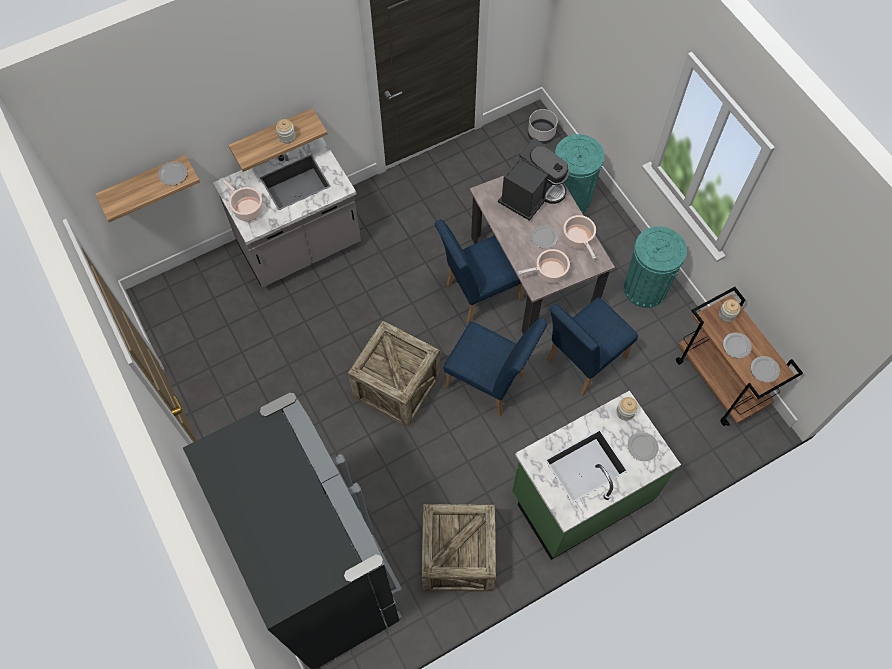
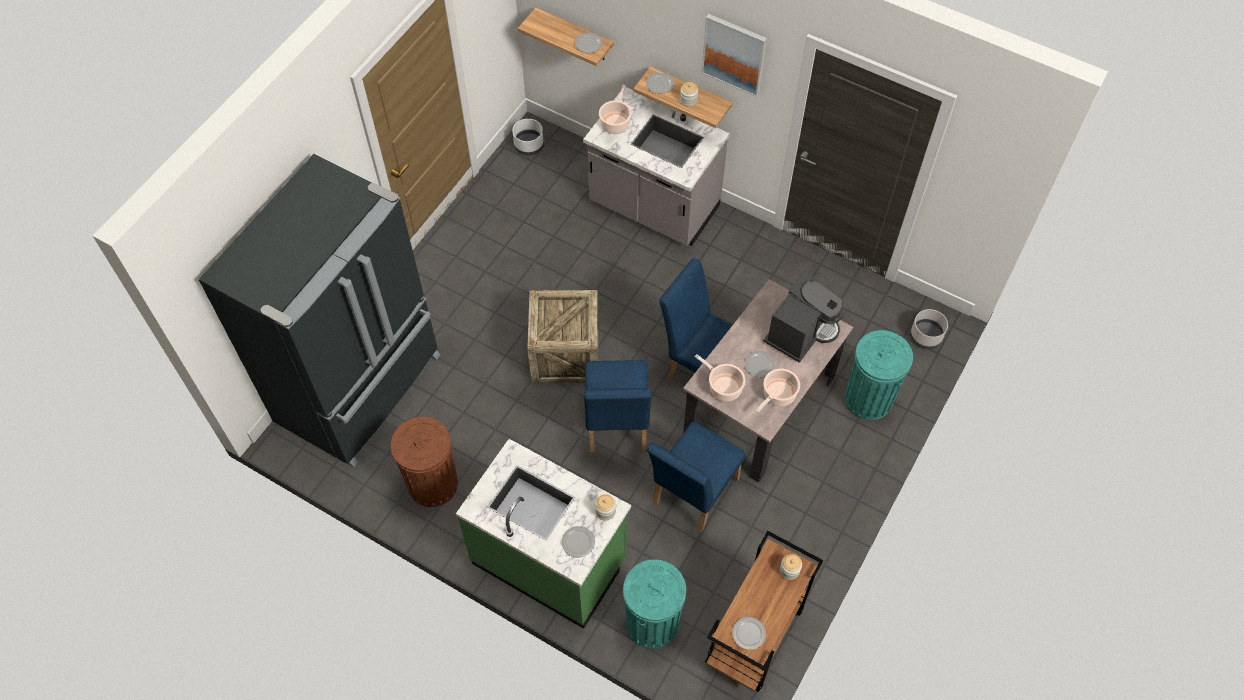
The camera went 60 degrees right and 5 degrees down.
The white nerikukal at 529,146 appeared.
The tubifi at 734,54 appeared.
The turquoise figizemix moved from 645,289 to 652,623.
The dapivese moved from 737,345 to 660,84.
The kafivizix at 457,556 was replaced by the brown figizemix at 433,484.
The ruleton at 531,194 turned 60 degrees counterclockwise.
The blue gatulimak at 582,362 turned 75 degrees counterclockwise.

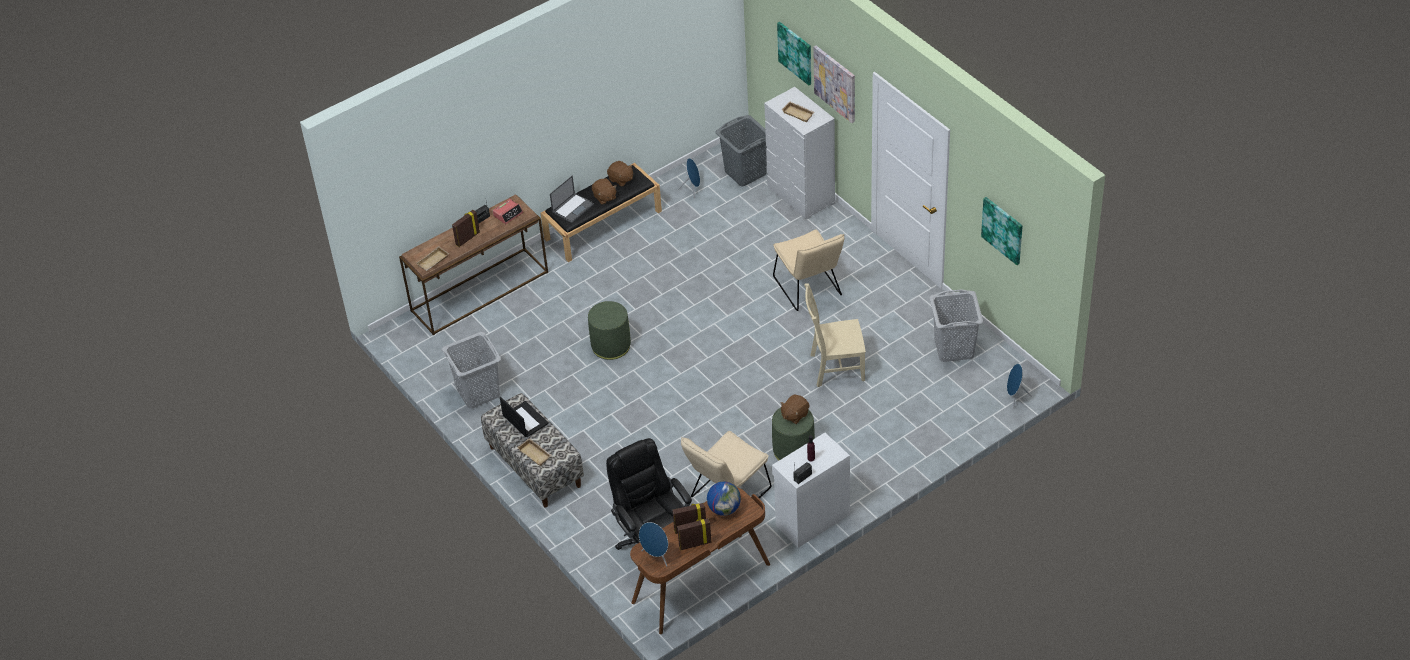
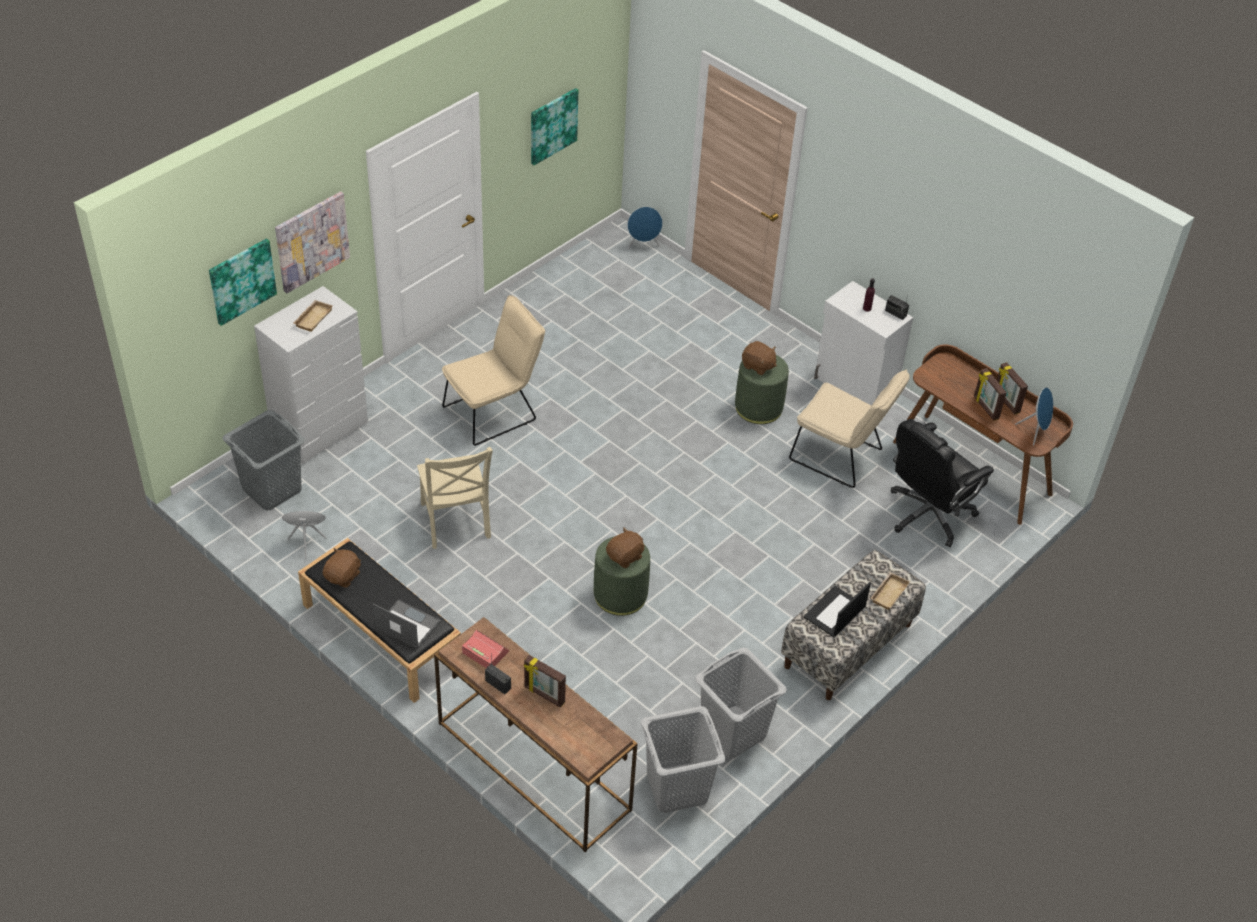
The camera went 105 degrees left and 0 degrees up.
The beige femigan at 433,262 disappeared.
The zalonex at 724,509 disappeared.
The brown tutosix moved from 604,197 to 625,557.
The beige gatulimak moved from 834,367 to 455,523.
The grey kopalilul moved from 954,348 to 676,787.

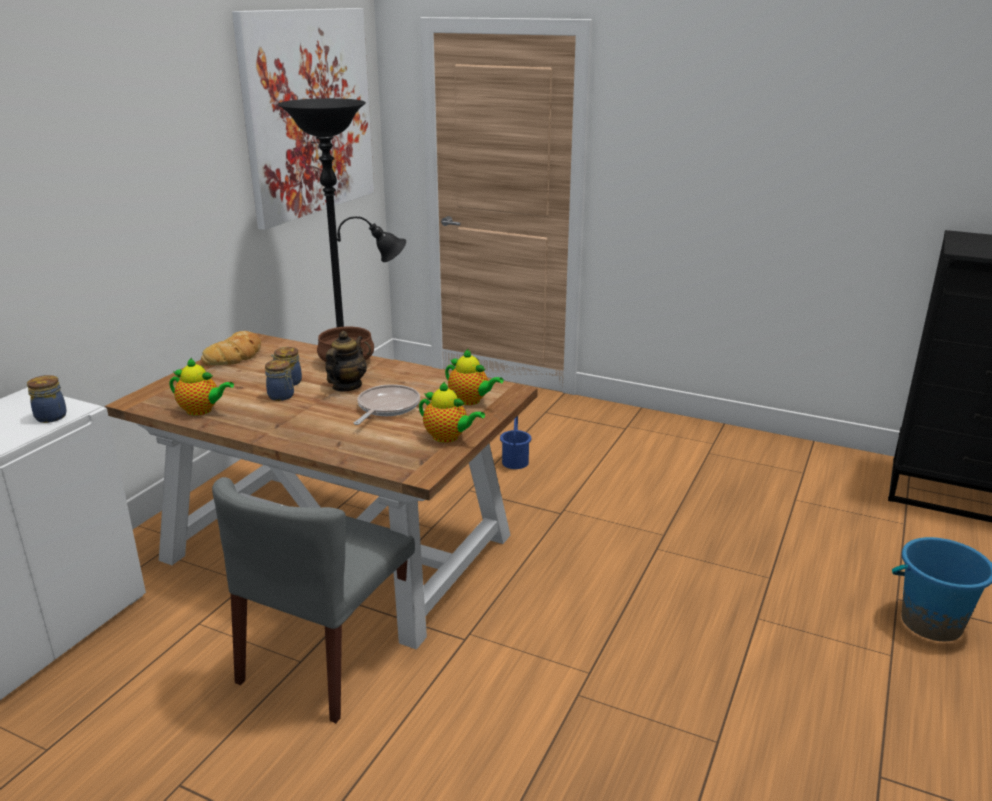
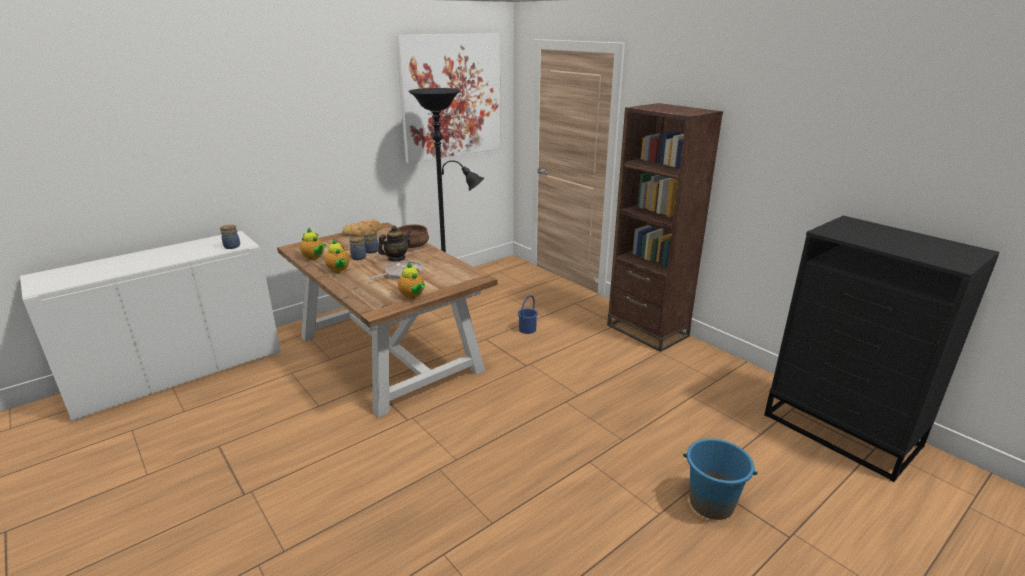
The camera went 25 degrees right and 0 degrees up.
The grey gatulimak at 327,658 disappeared.
The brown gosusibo at 647,331 appeared.
The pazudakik moved from 471,401 to 339,270.

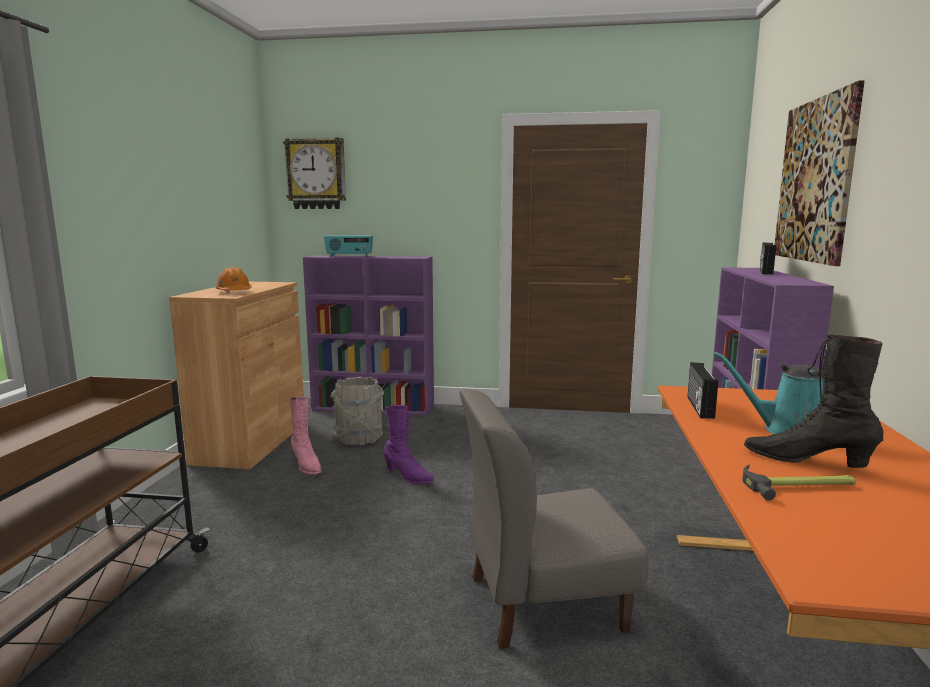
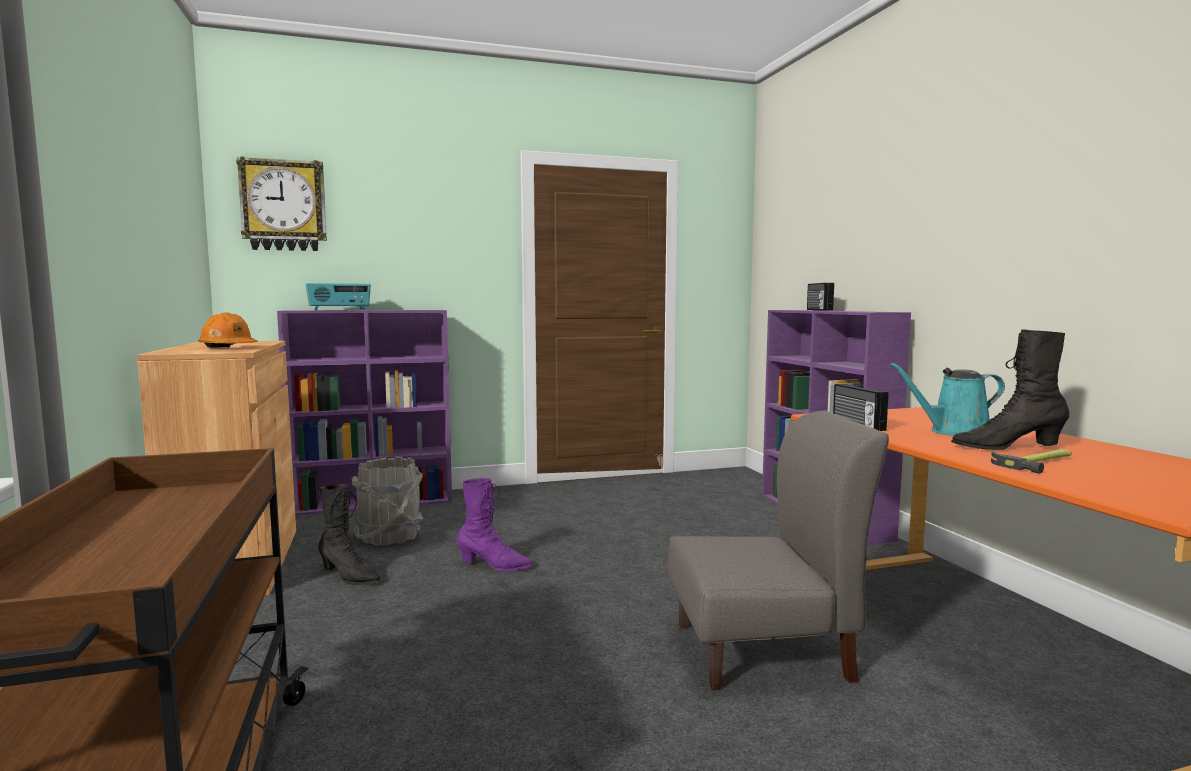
The camera went 25 degrees left and 5 degrees down.
The tubifi at 815,180 disappeared.
The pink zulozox at 306,465 became the black zulozox at 349,577.
The grey gatulimak at 544,602 turned 150 degrees counterclockwise.

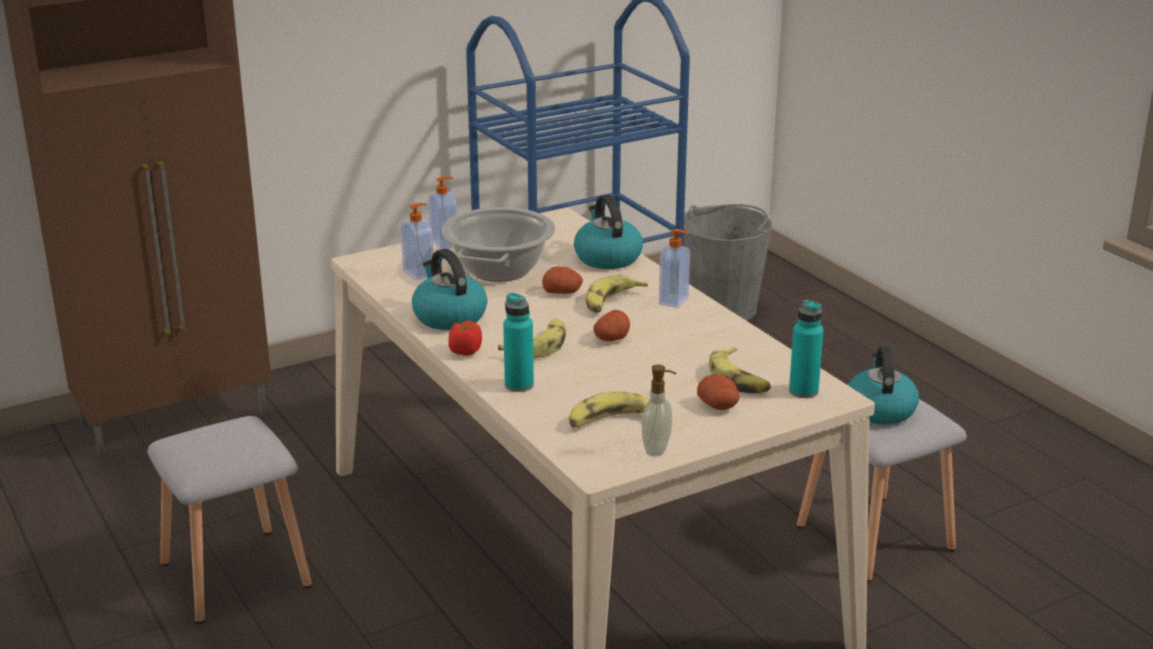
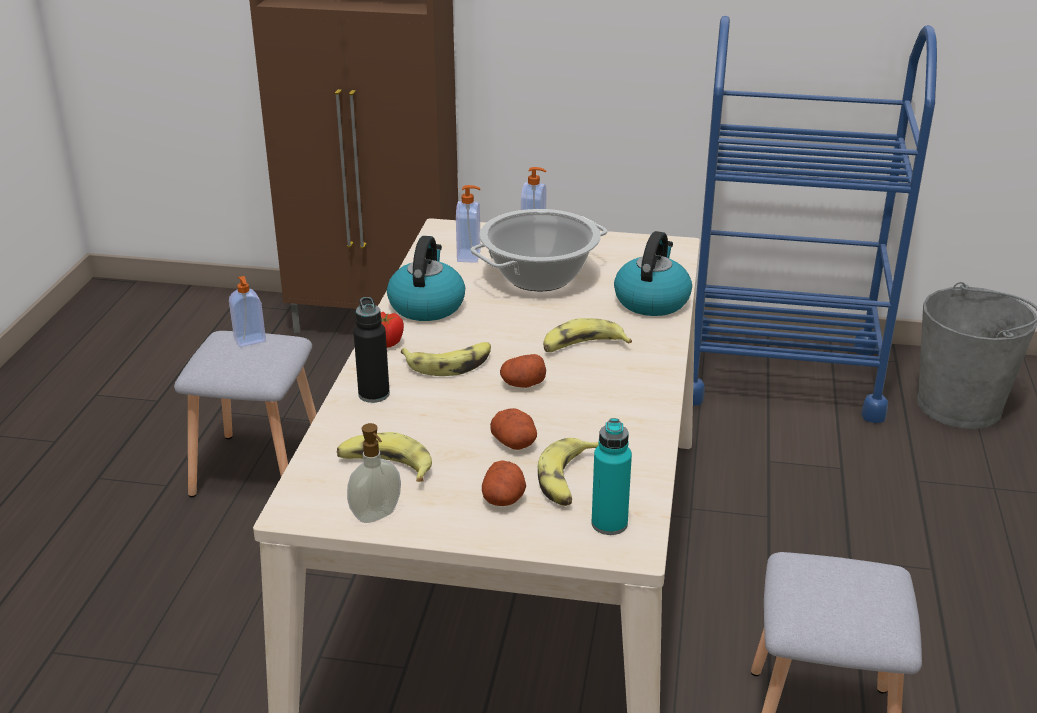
The camera went 40 degrees right and 5 degrees up.
The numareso at 879,410 disappeared.
The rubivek moved from 563,292 to 515,443.
The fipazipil moved from 674,301 to 250,340.
The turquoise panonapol at 519,385 became the black panonapol at 374,394.

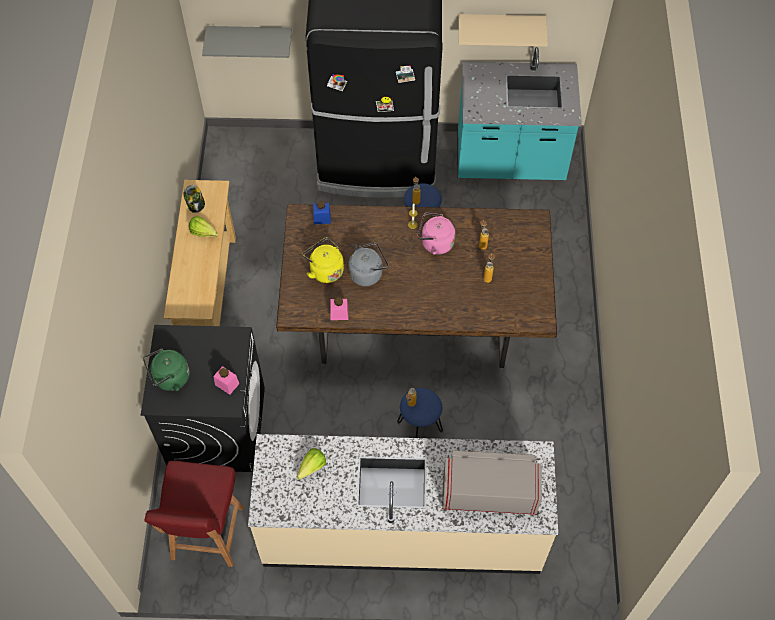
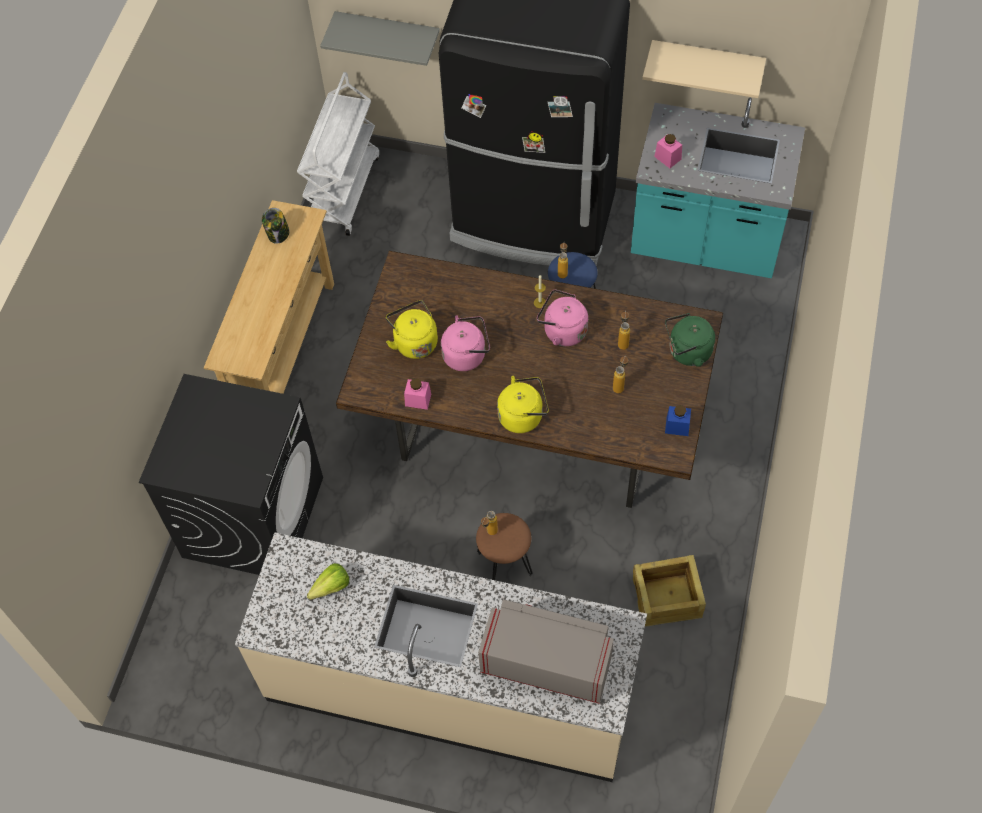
The camera went 15 degrees right and 0 degrees up.
The red gatulimak at 207,535 disappeared.
The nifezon at 205,234 disappeared.
The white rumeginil at 343,190 appeared.
The yellow numareso at 523,416 appeared.
The kafivizix at 667,599 appeared.
The green numareso moved from 169,378 to 687,352.
The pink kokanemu moved from 227,384 to 667,158.
The blue kokanemu moved from 322,218 to 677,426.
The grey numareso at 367,273 became the pink numareso at 467,355.
The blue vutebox at 419,427 became the brown vutebox at 504,564.

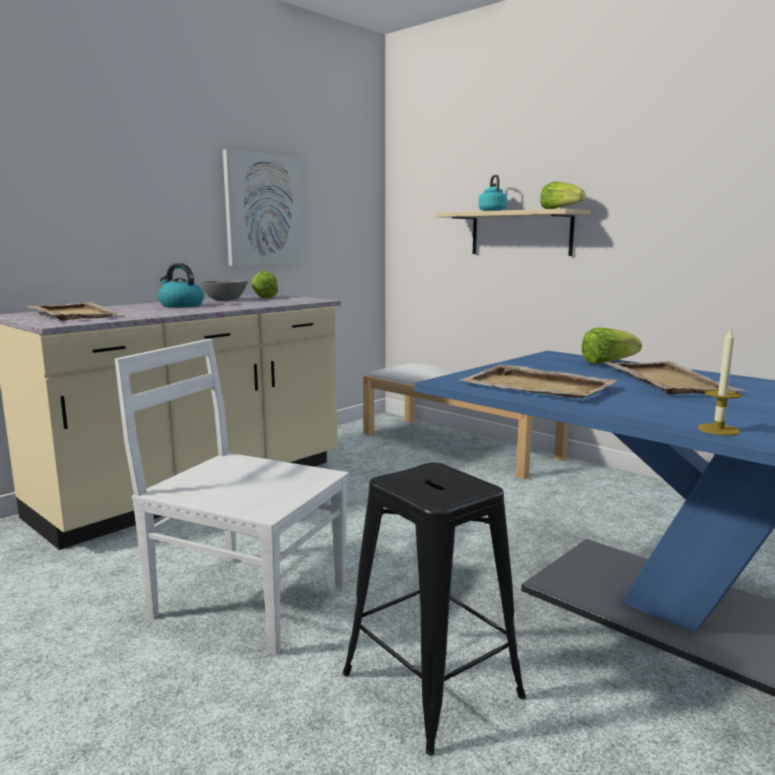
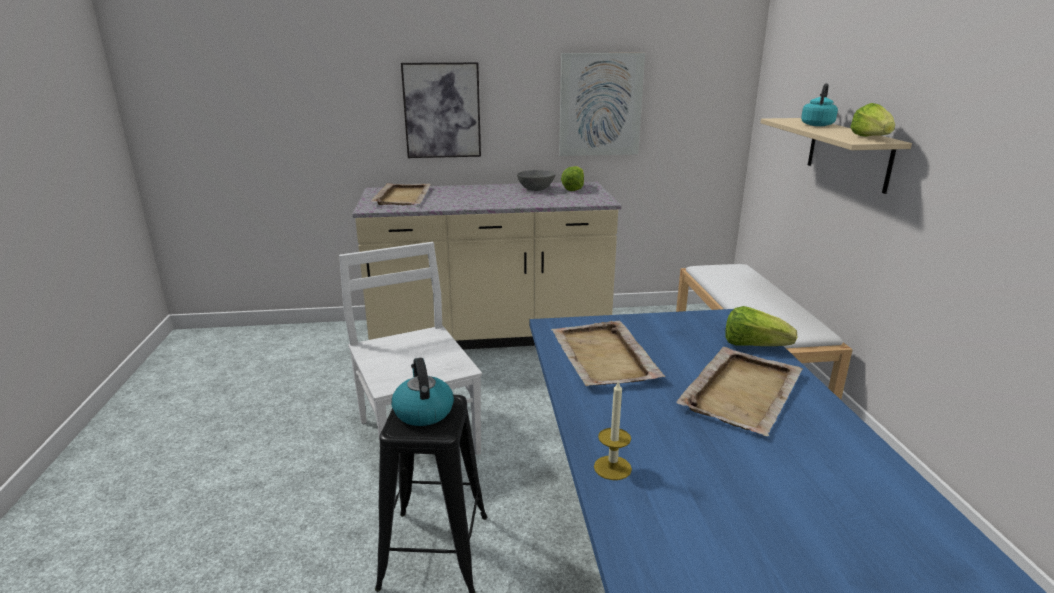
The camera went 40 degrees right and 10 degrees up.
The tubifi at 442,110 appeared.
The numareso moved from 180,305 to 423,411.

